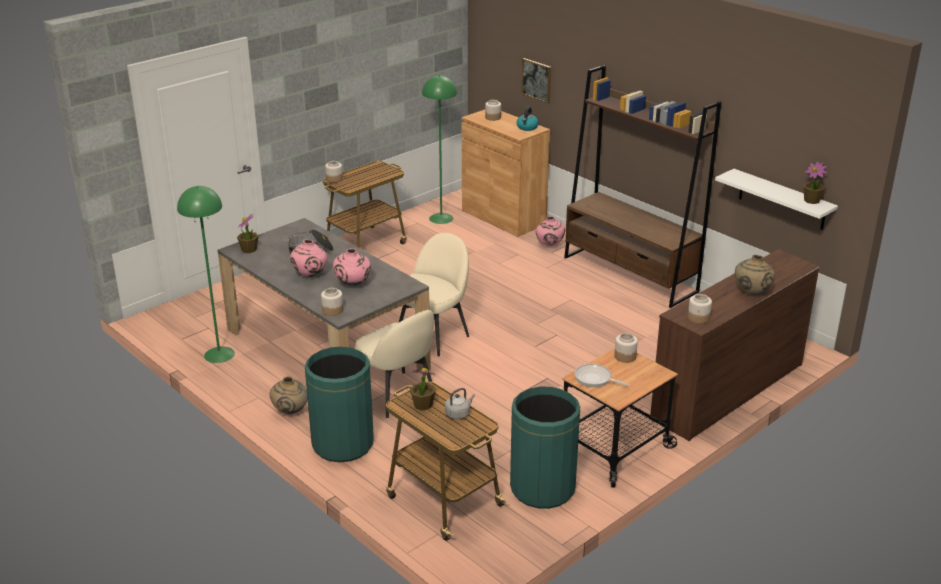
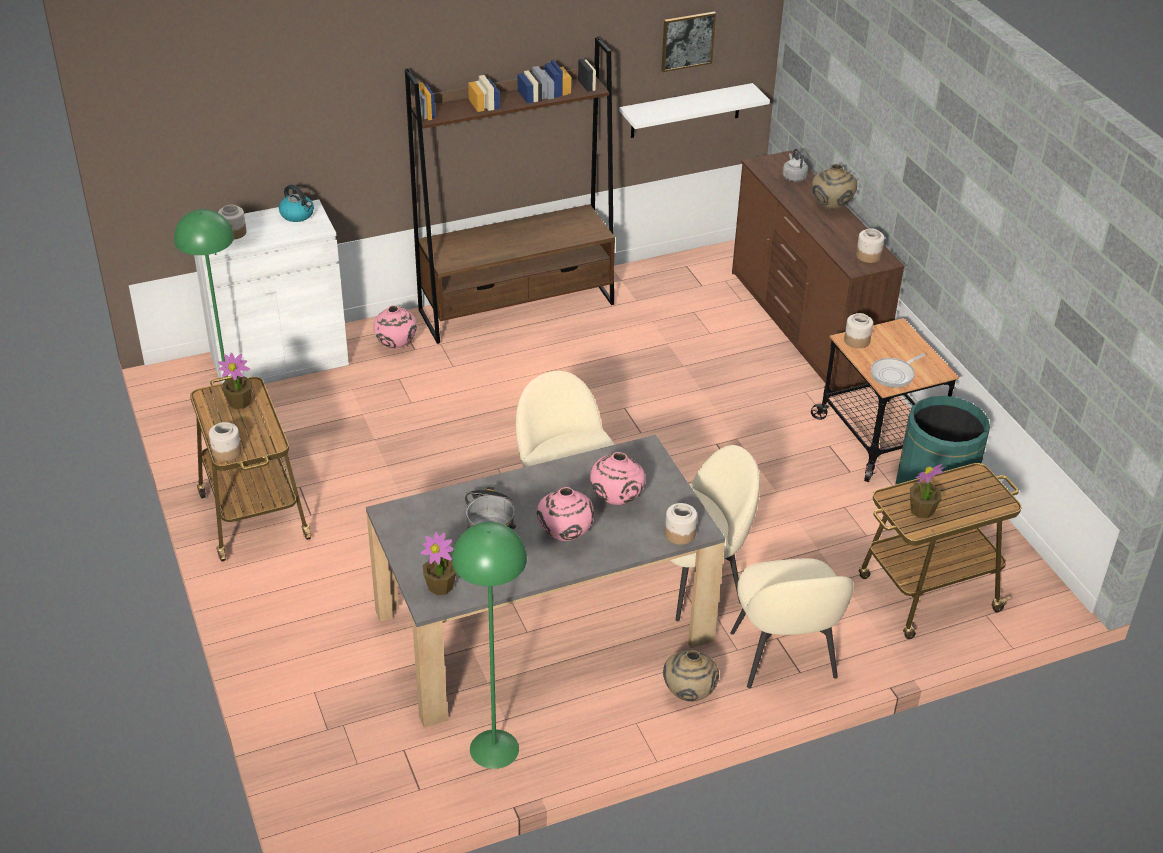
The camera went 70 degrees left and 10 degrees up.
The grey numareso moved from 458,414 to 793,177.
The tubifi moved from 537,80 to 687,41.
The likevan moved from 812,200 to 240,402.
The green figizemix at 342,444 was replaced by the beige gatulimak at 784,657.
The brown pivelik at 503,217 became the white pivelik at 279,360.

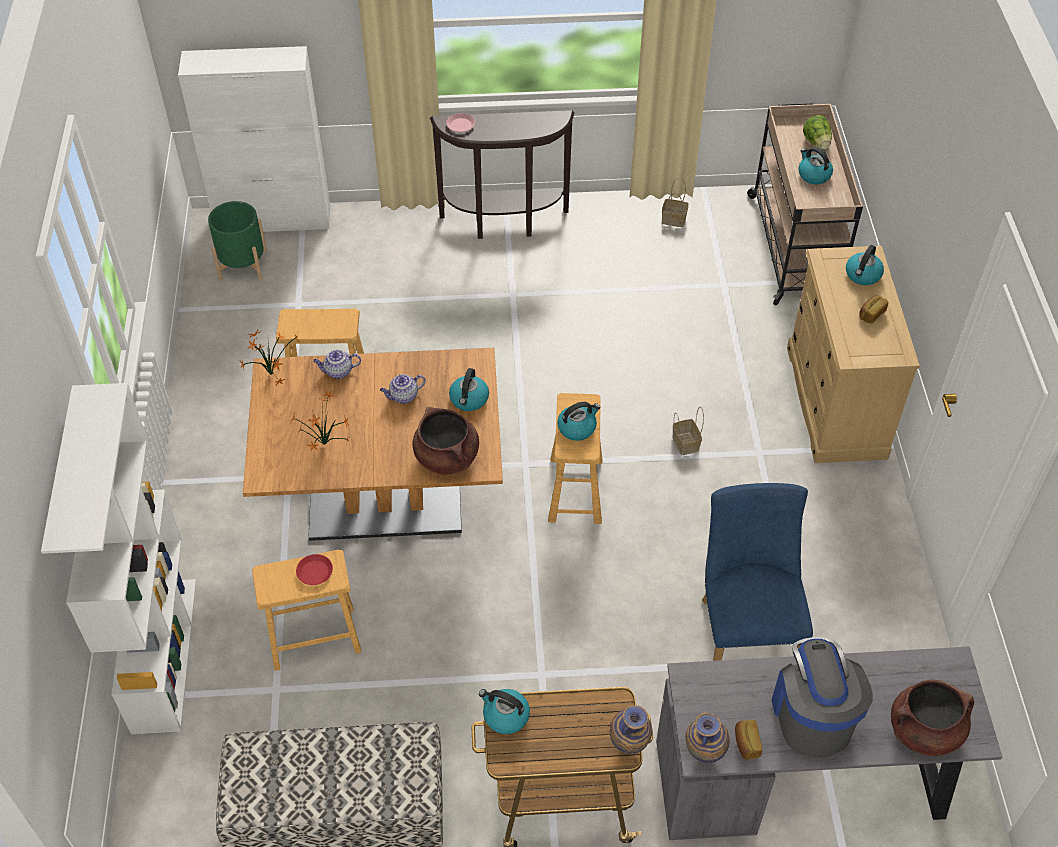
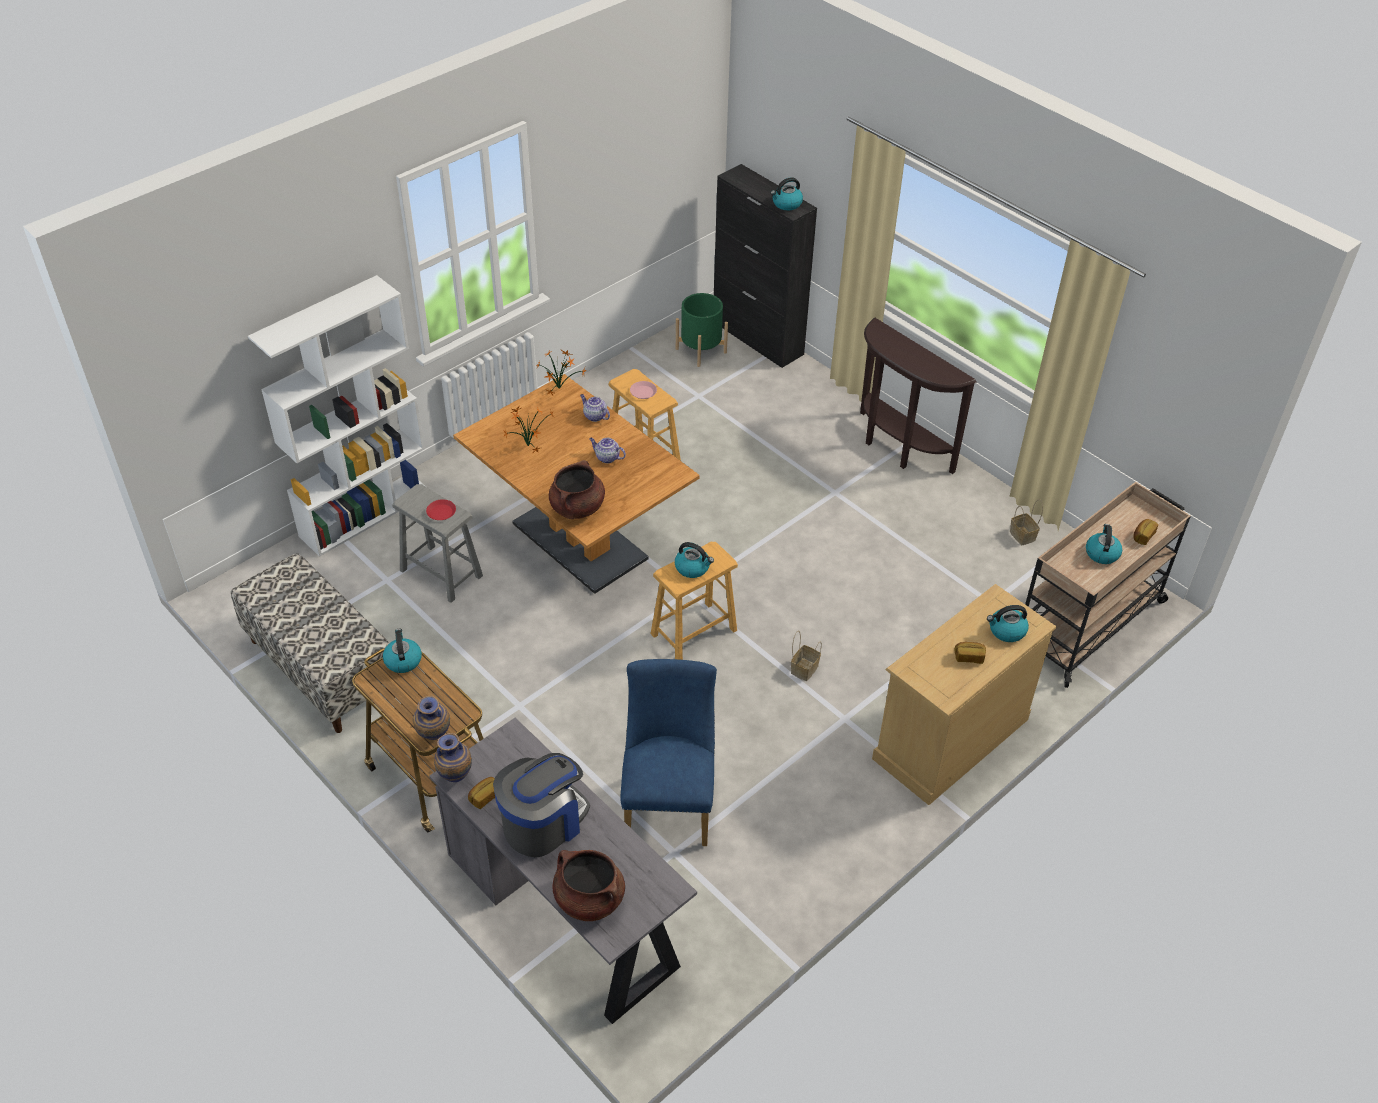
The camera went 50 degrees right and 5 degrees down.
The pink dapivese moved from 460,125 to 643,392.
The numareso moved from 469,399 to 786,204.
The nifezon at 817,143 was replaced by the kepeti at 1142,536.
The white pivelik at 274,219 became the black pivelik at 758,338.
The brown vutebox at 314,637 became the grey vutebox at 441,573.
The blue gatulimak at 745,628 turned 45 degrees counterclockwise.

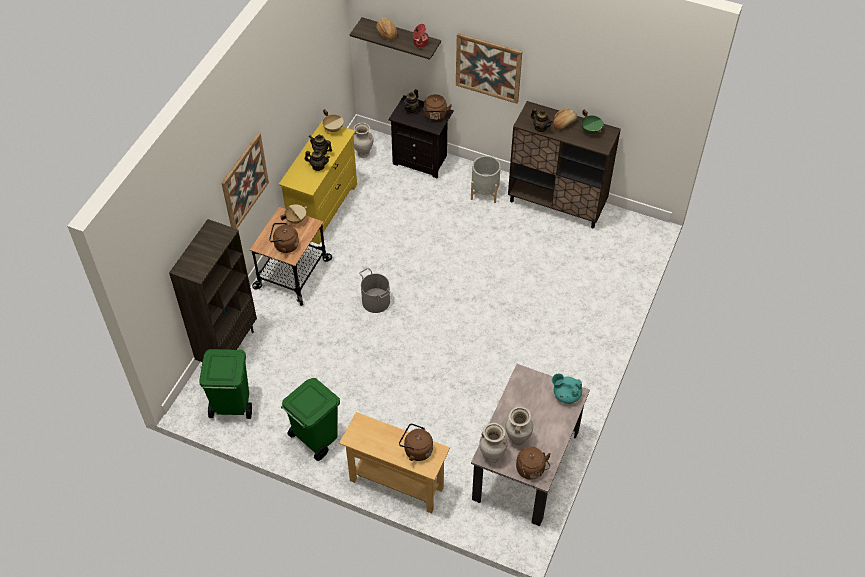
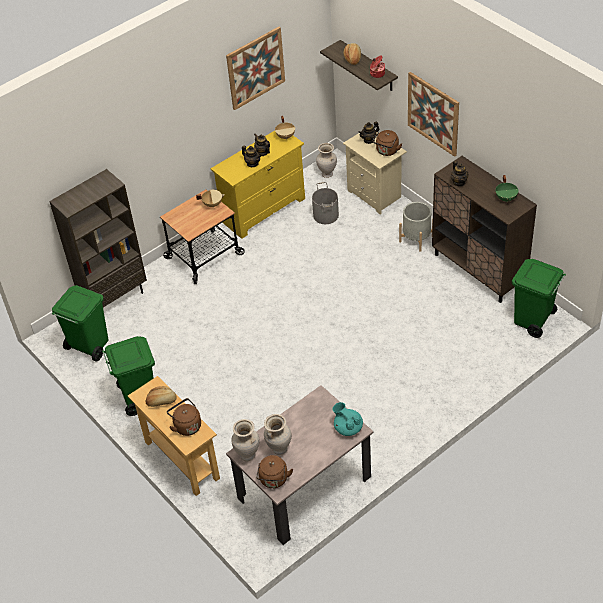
The camera went 30 degrees right and 5 degrees down.
The brown numareso at 284,245 disappeared.
The green figizemix at 533,321 appeared.
The tubifi moved from 244,182 to 255,68.
The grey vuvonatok moved from 376,301 to 326,215.
The kepeti moved from 564,123 to 161,401.
The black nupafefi at 422,160 became the beige nupafefi at 376,194.

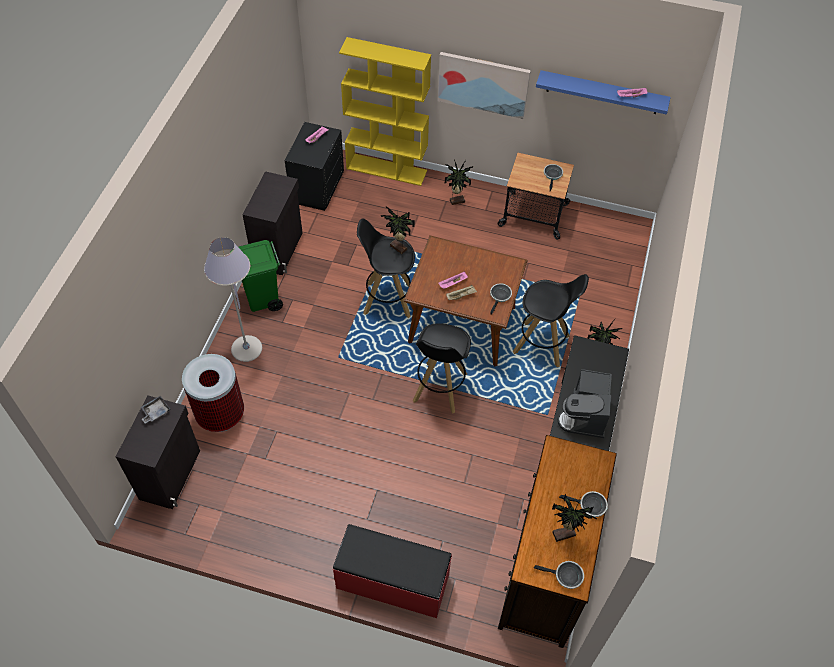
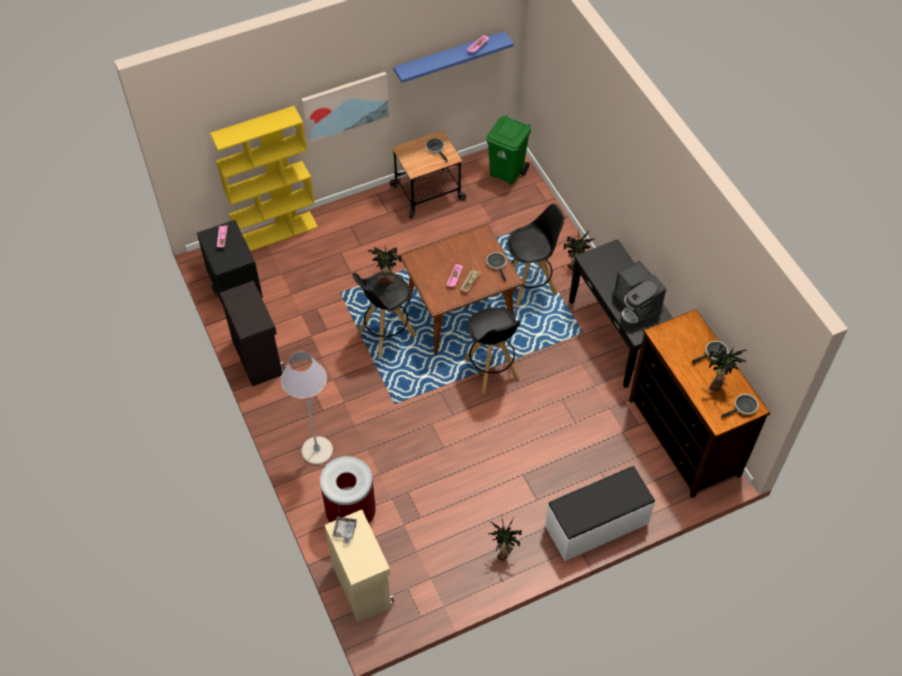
The camera went 40 degrees left and 0 degrees up.
The green figizemix moved from 263,299 to 507,173.
The likevan moved from 456,200 to 503,552.
The black pivelik at 171,474 became the beige pivelik at 362,585.
The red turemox at 392,582 became the white turemox at 597,525.

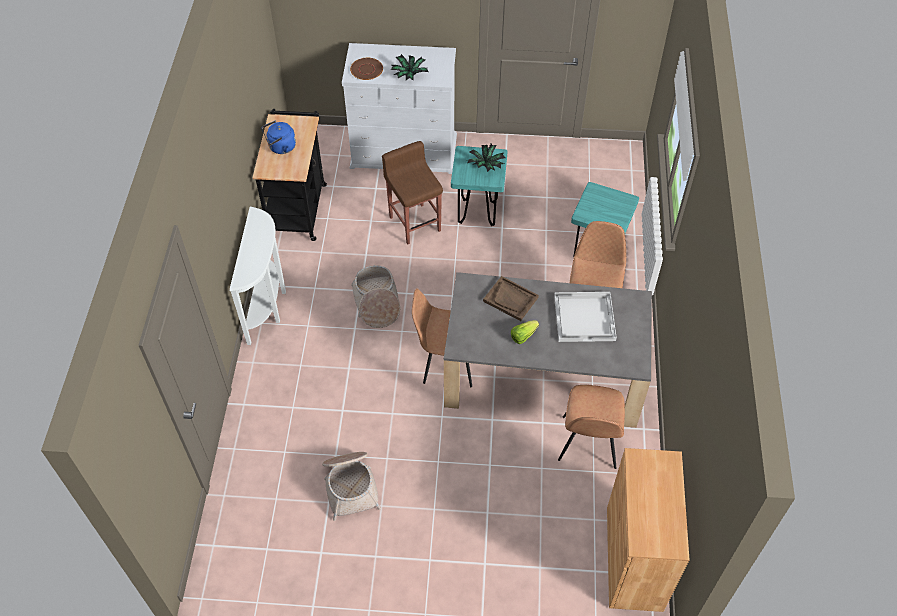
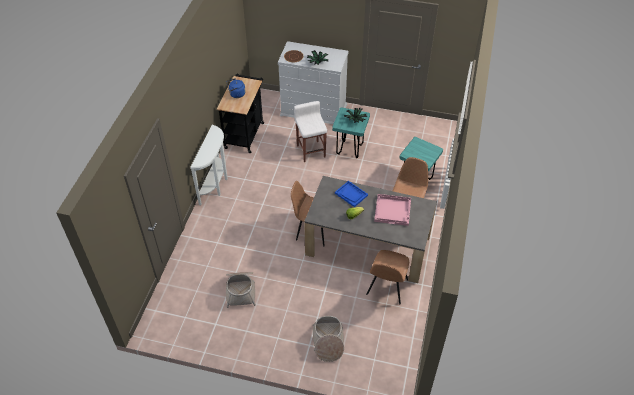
The camera went 10 degrees right and 5 degrees down.
The brown pivelik at 634,558 disappeared.
The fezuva moved from 376,303 to 328,342.
The brown vutebox at 414,223 became the white vutebox at 311,150.
The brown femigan at 511,299 became the blue femigan at 351,194.
The white femigan at 585,317 became the pink femigan at 393,210.

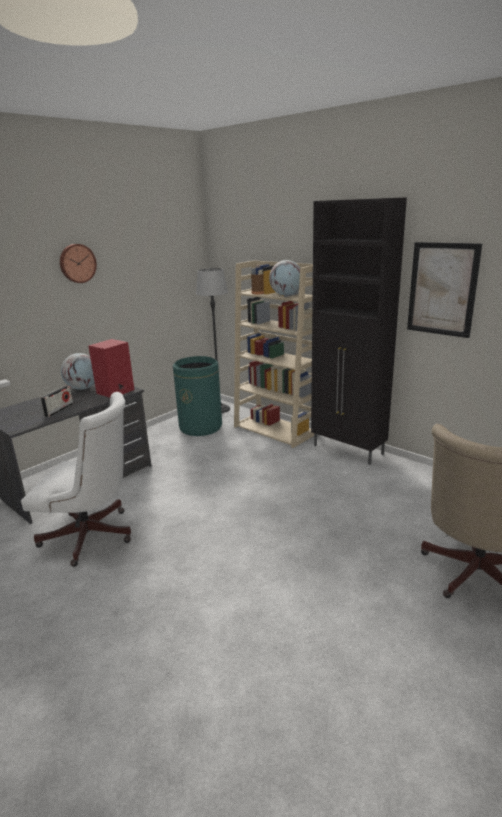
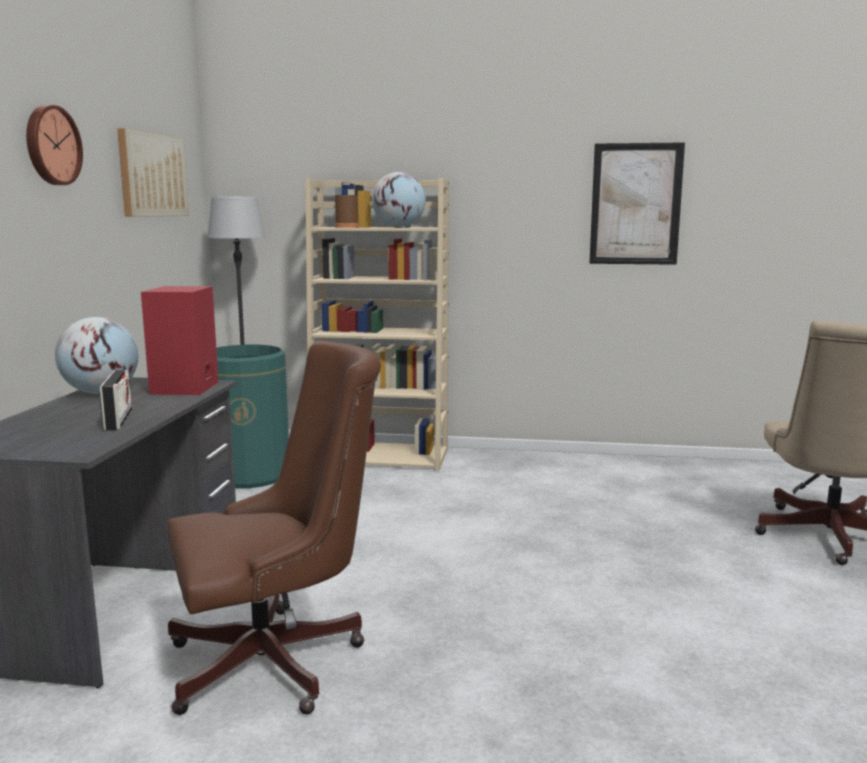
The camera went 35 degrees left and 10 degrees down.
The black pivelik at 348,450 disappeared.
The tubifi at 152,175 appeared.
The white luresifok at 93,537 became the brown luresifok at 278,661.

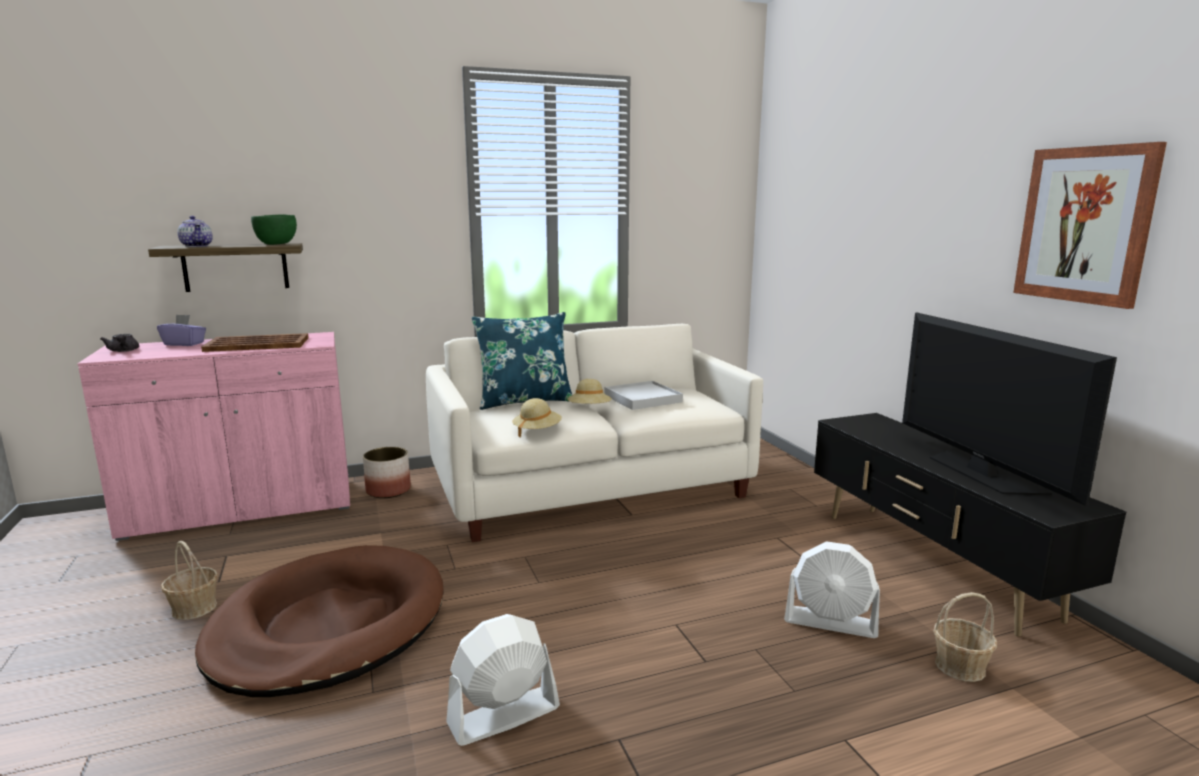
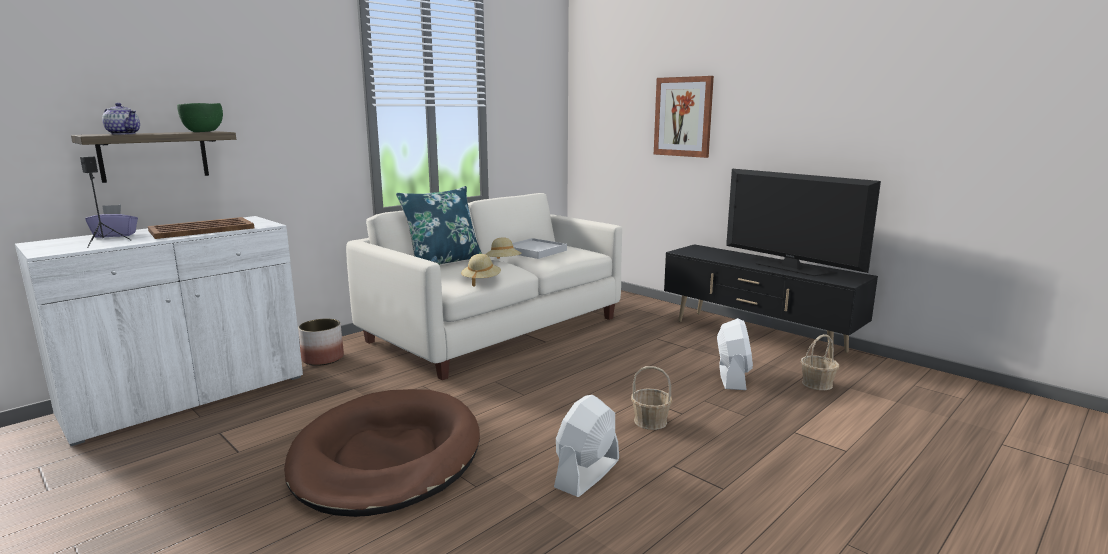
The camera went 25 degrees left and 0 degrees up.
The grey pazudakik at 123,351 disappeared.
The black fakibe at 104,242 appeared.
The fezuva moved from 194,608 to 650,421.
The tubifi moved from 1085,225 to 683,117.
The pink pivelik at 242,509 became the white pivelik at 187,396.
The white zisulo at 830,622 turned 75 degrees counterclockwise.

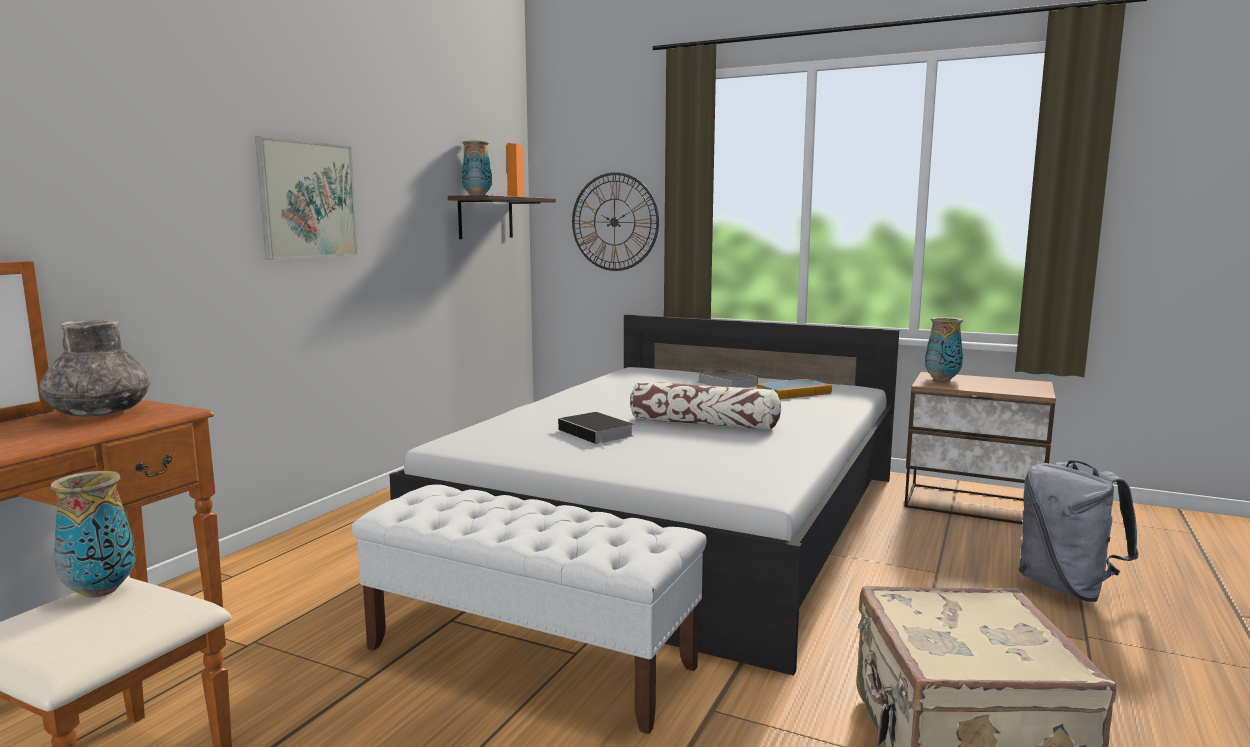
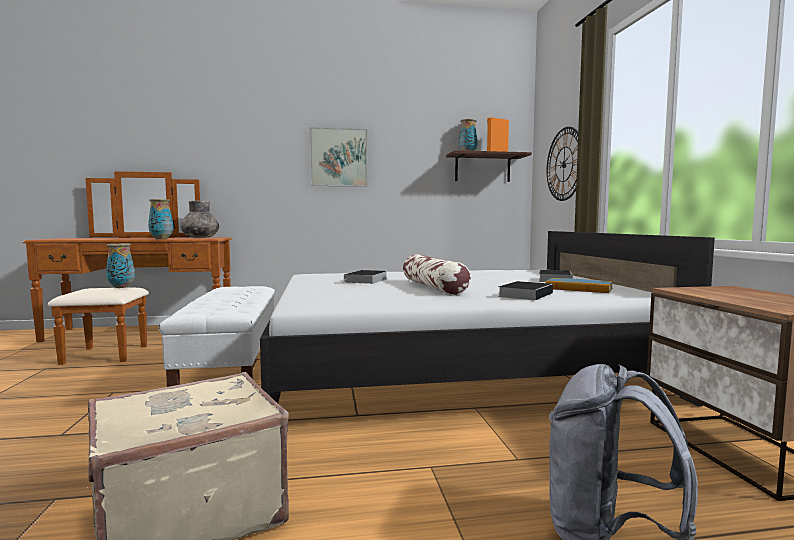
The camera went 55 degrees right and 5 degrees down.
The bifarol at 525,294 appeared.
The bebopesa moved from 942,379 to 161,239.

